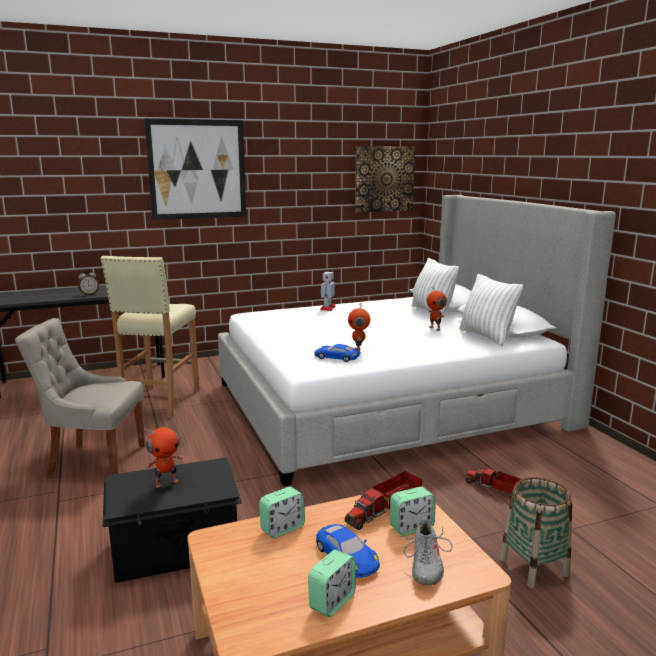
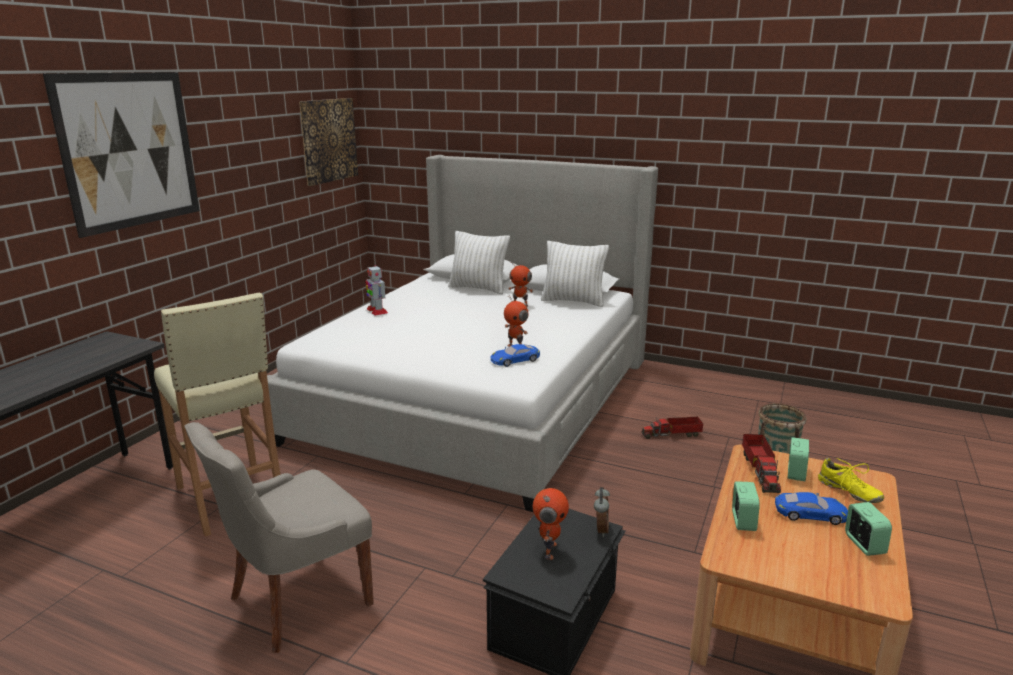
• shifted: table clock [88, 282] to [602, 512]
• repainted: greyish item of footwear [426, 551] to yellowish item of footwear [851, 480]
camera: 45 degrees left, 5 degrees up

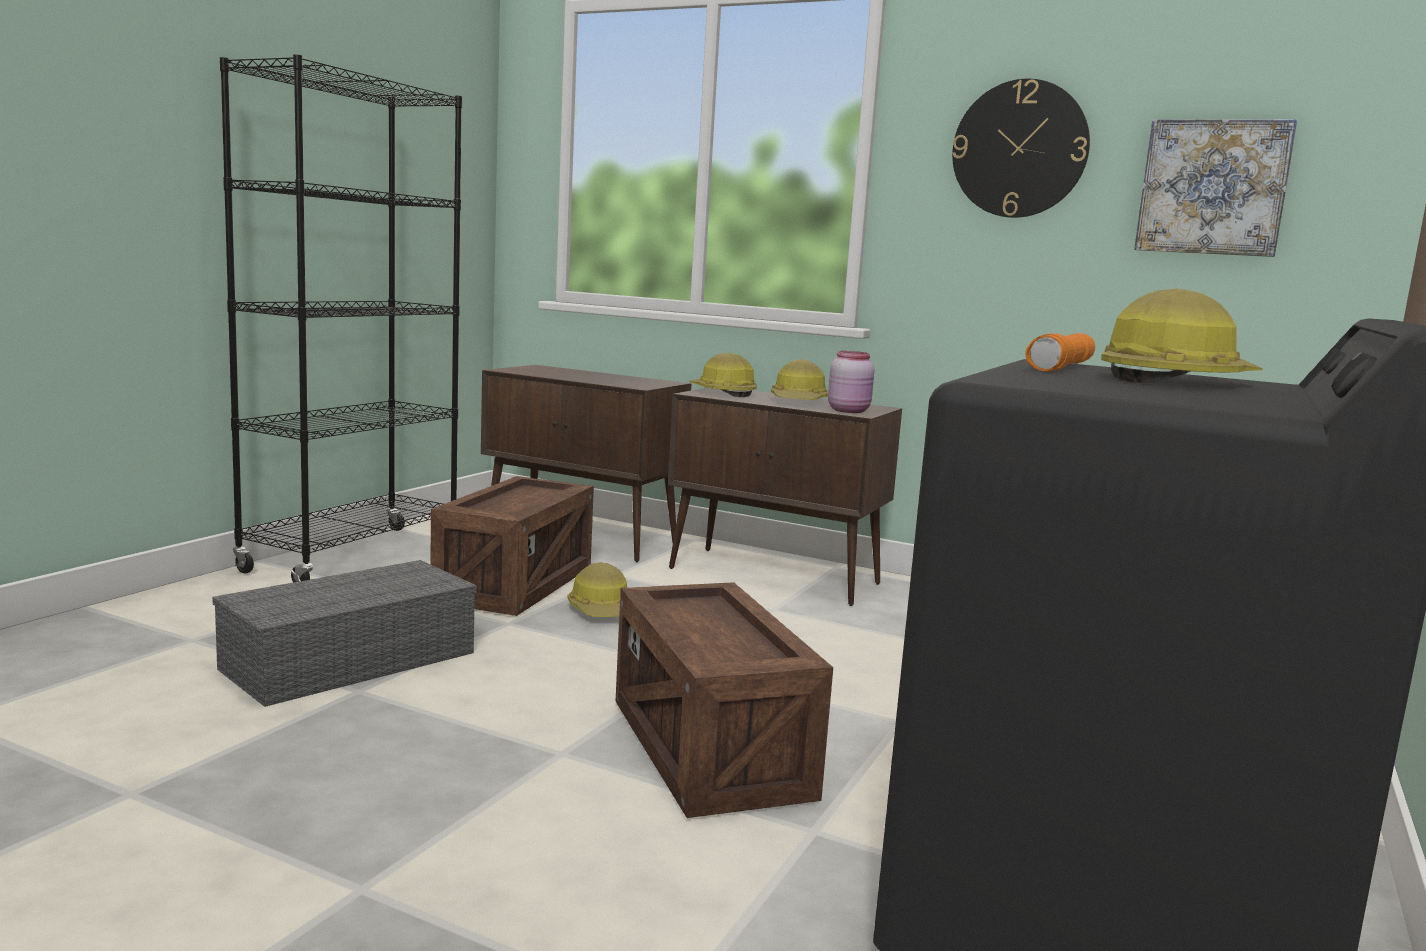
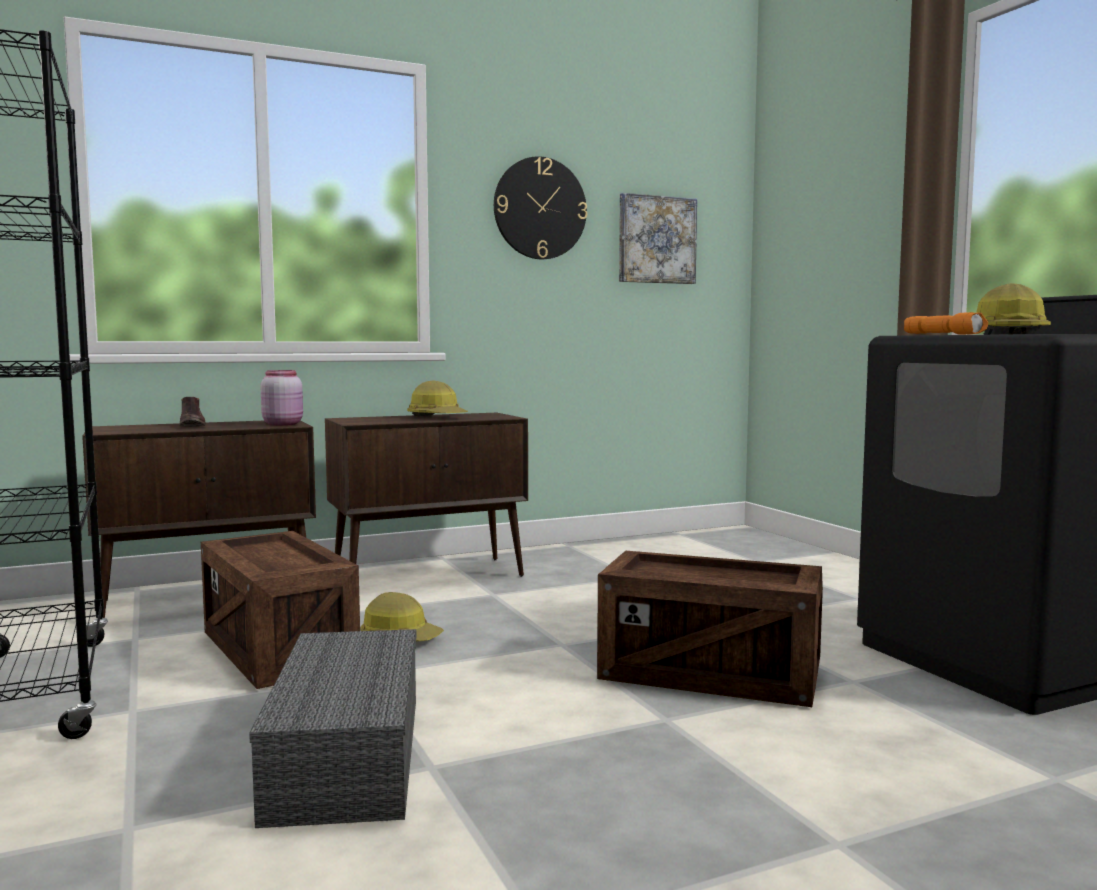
• gone: hard hat [723, 375]
• shifted: pinkish jar [851, 382] to [282, 398]
• new: brownish item of footwear [193, 411]
camera: 50 degrees left, 5 degrees down

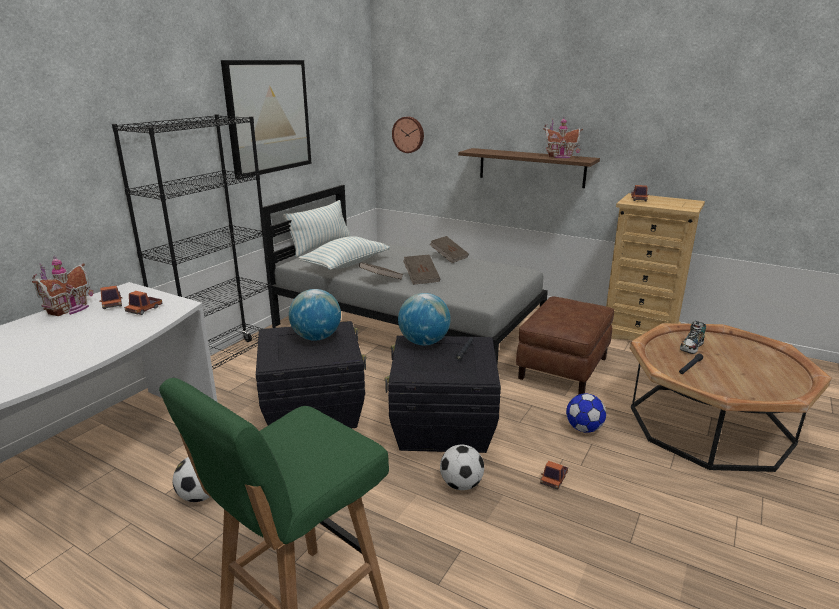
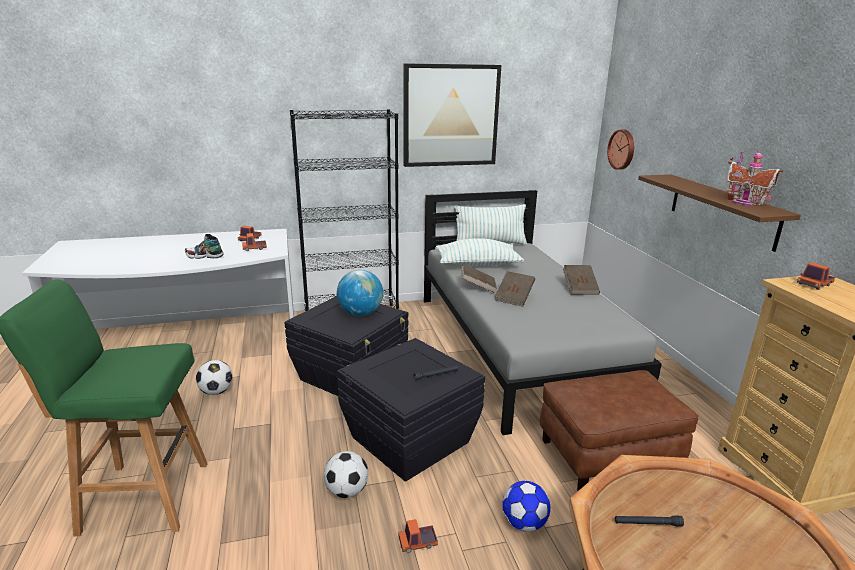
• gone: model house [62, 285]
• gone: globe [424, 319]
• shifted: item of footwear [693, 337] to [204, 246]
camera: 45 degrees right, 0 degrees up

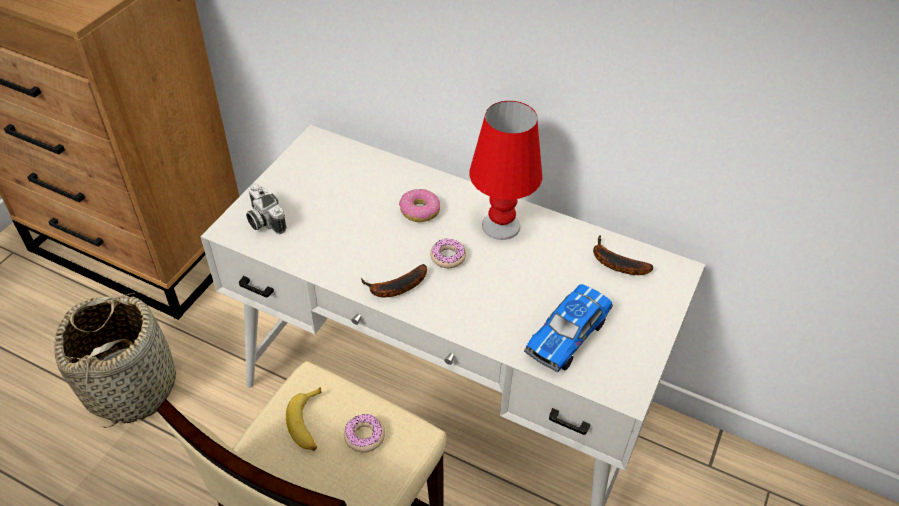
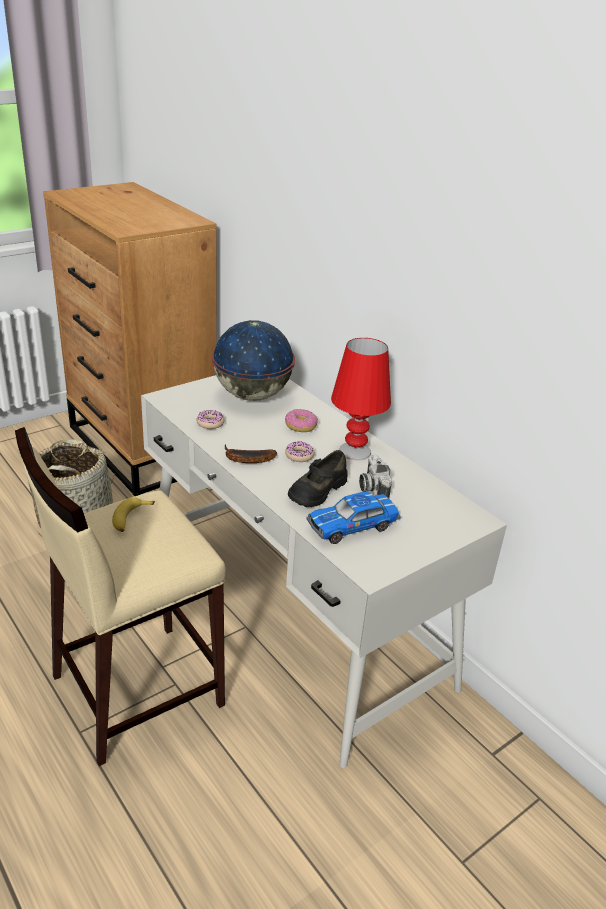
• shifted: photo camera [266, 209] to [375, 476]
• shifted: donut [364, 433] to [211, 419]
• gone: whole banana [623, 255]
• new: globe [253, 360]
• new: black item of footwear [318, 478]
camera: 25 degrees right, 15 degrees down

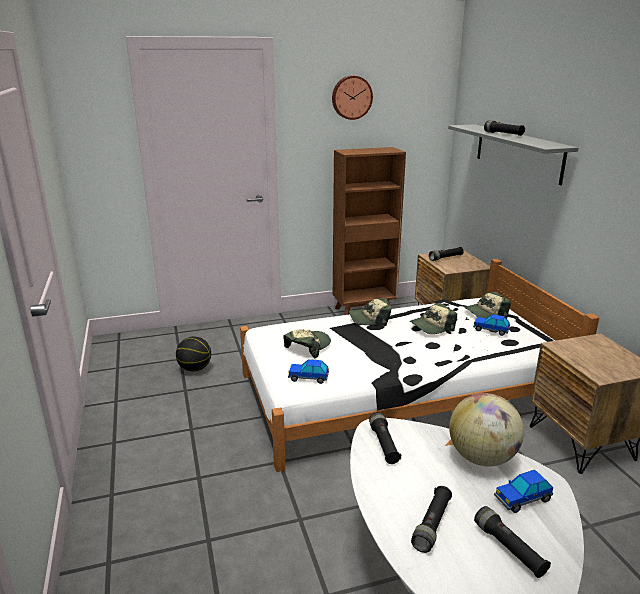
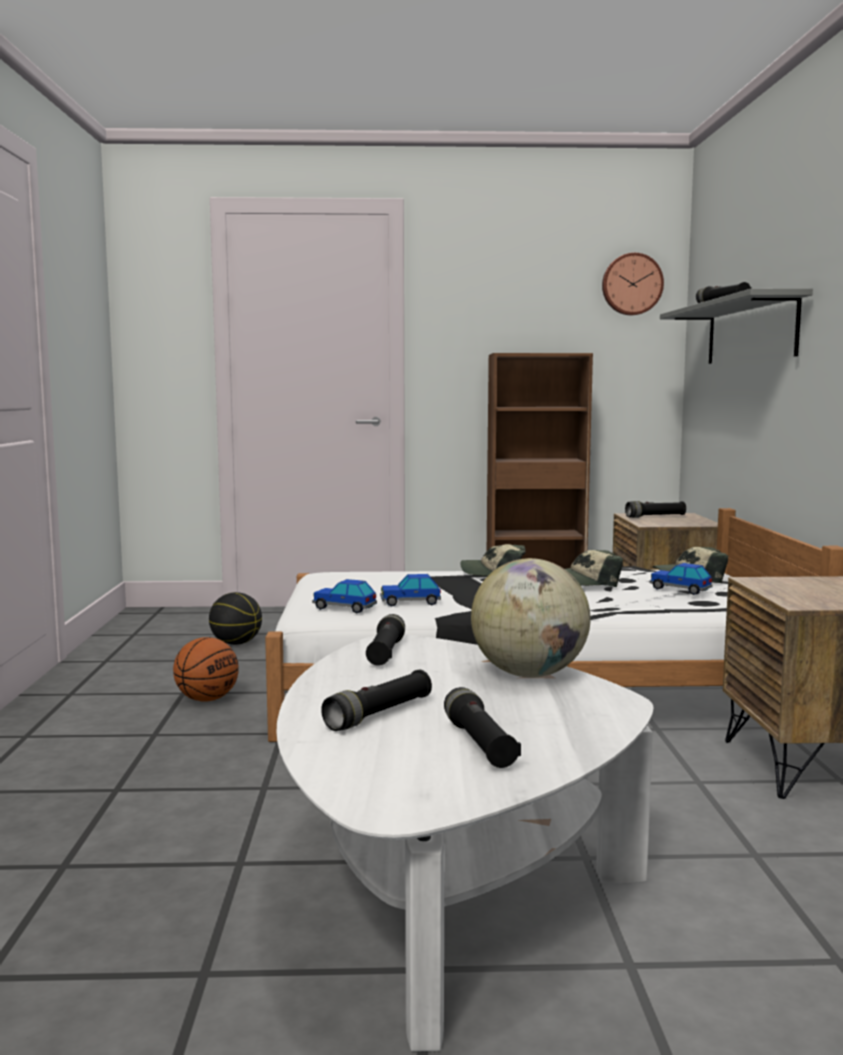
• gone: peaked cap [307, 343]
• shifted: clock on the wall [352, 98] to [633, 284]
• shifted: model car [523, 491] to [410, 590]
• new: basketball [206, 669]
camera: 15 degrees right, 15 degrees down

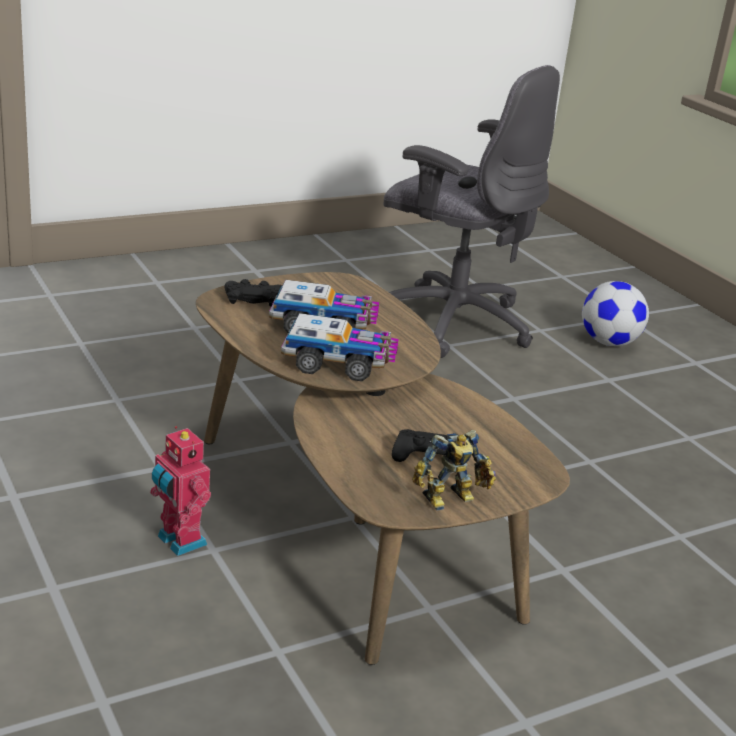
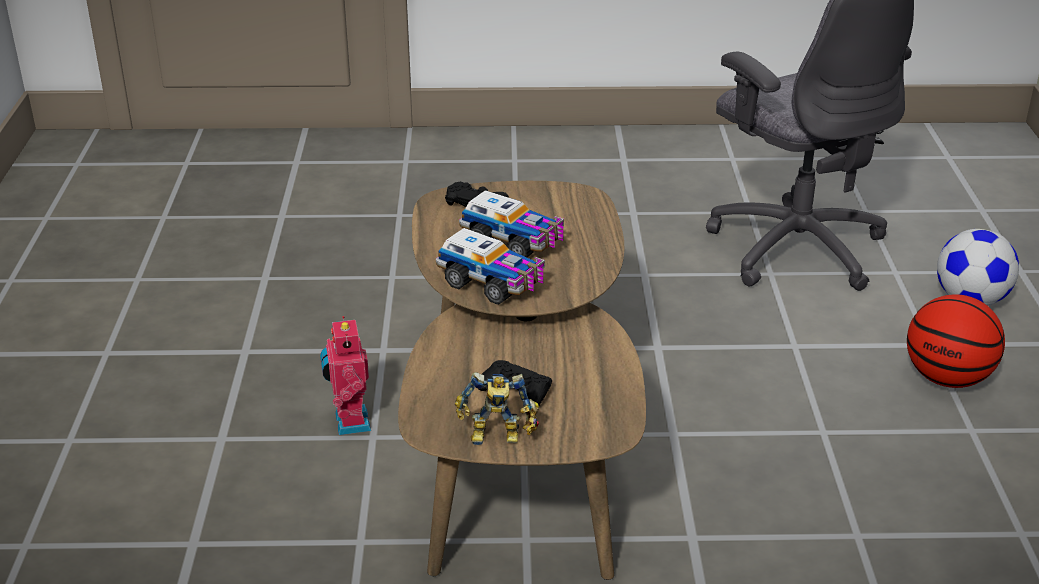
• new: basketball [956, 341]
camera: 30 degrees right, 5 degrees up

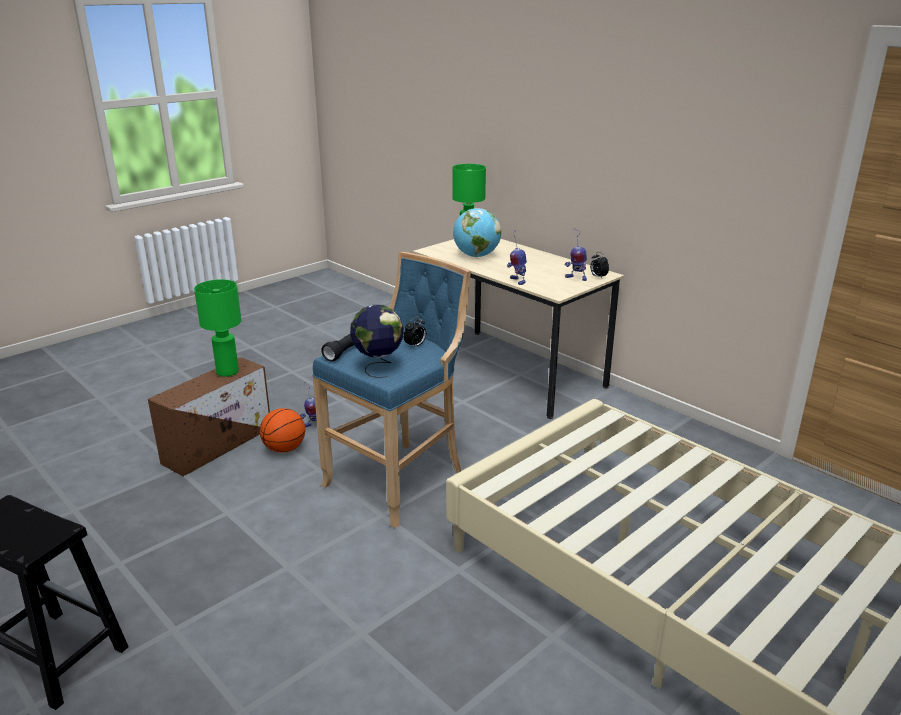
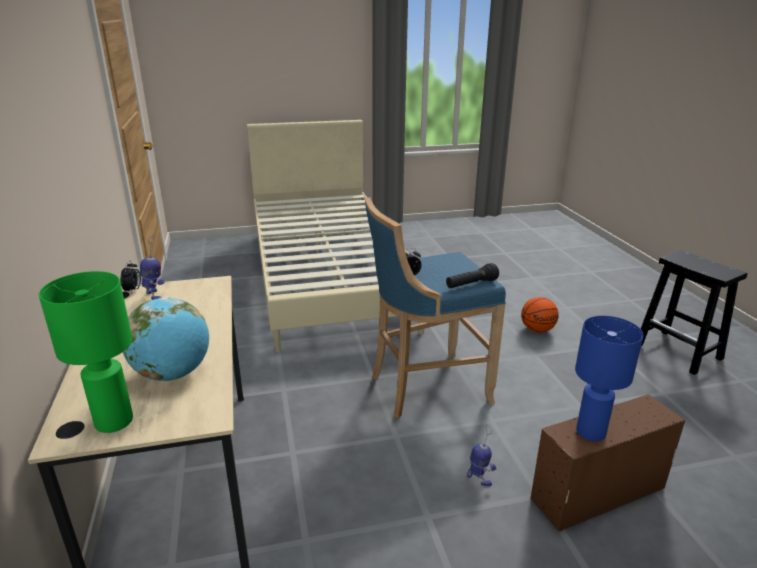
• repainted: green table lamp [218, 328] to bluish table lamp [609, 378]
• shifted: basketball [282, 430] to [540, 314]
• gone: globe [376, 341]
• gone: model robot [517, 257]
camera: 150 degrees left, 0 degrees up

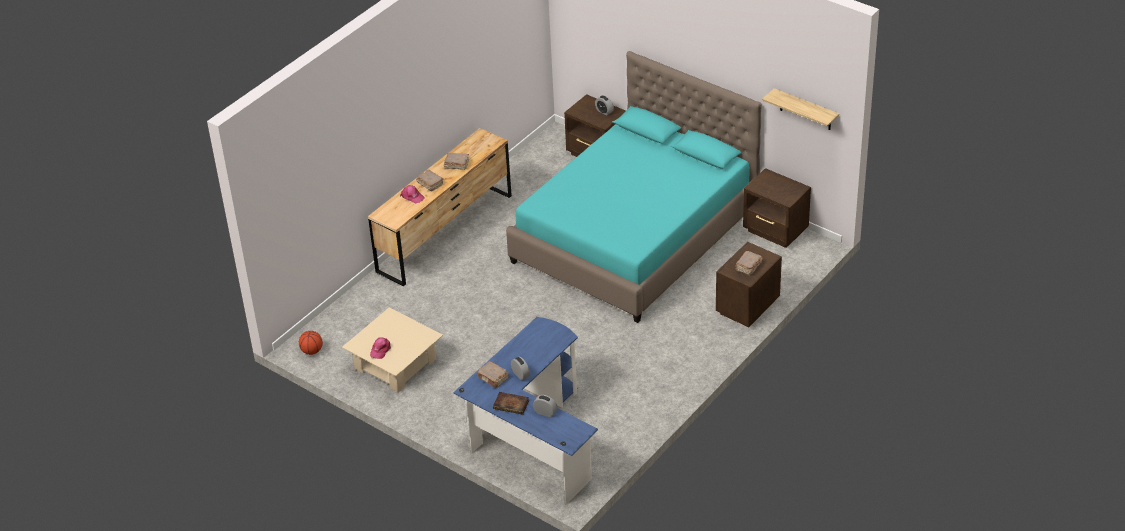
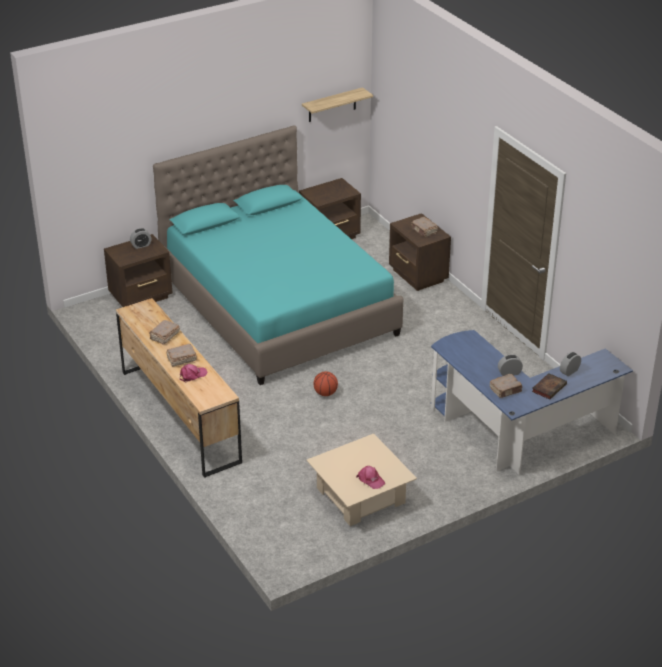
• shifted: basketball [311, 343] to [326, 383]
camera: 70 degrees left, 5 degrees down

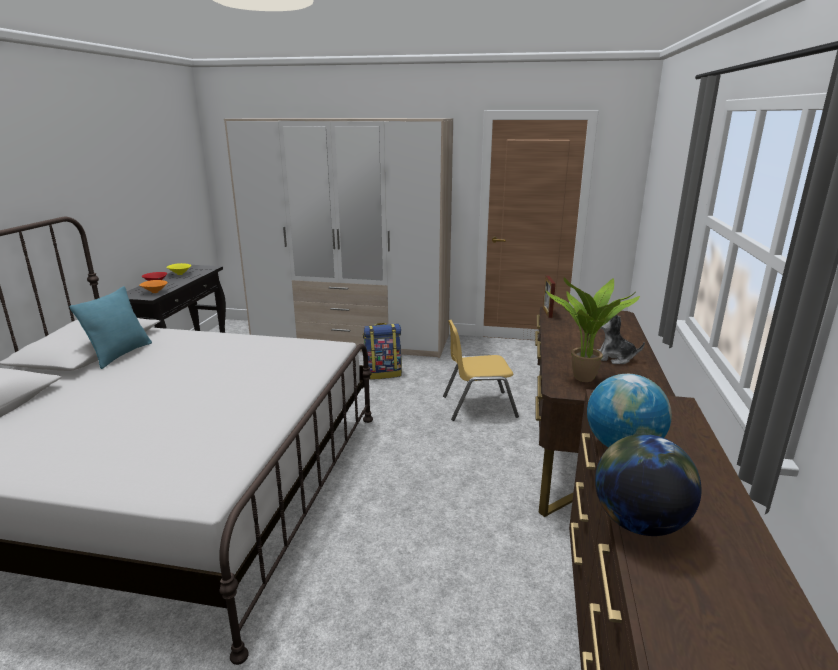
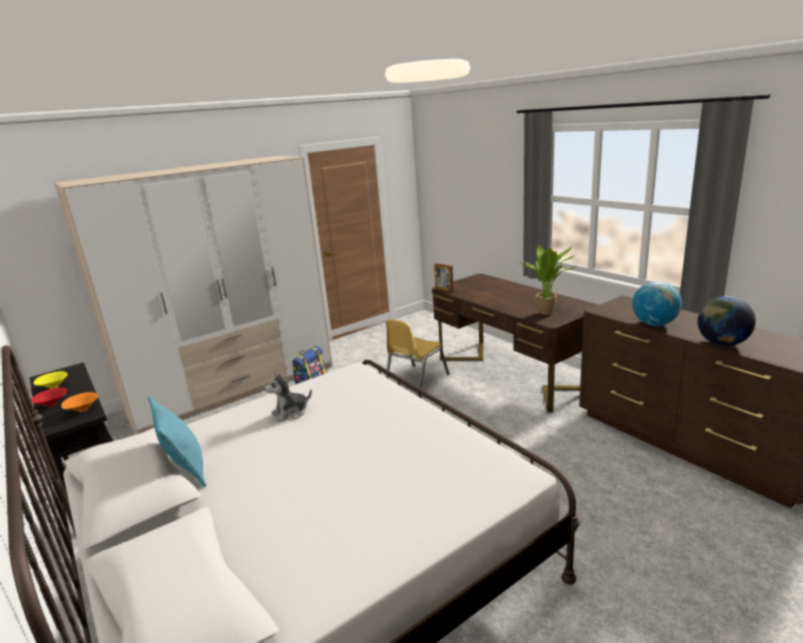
• shifted: plush toy [621, 339] to [288, 397]
camera: 45 degrees left, 0 degrees up

